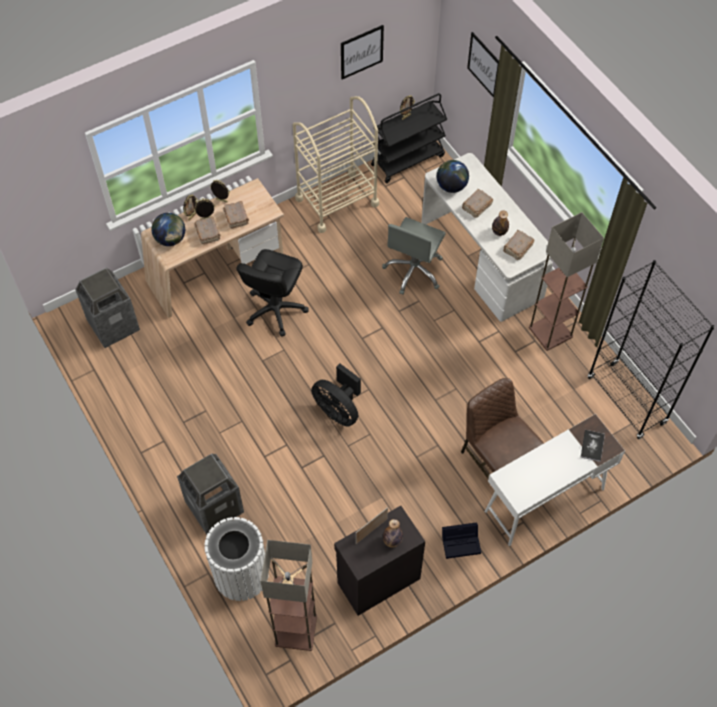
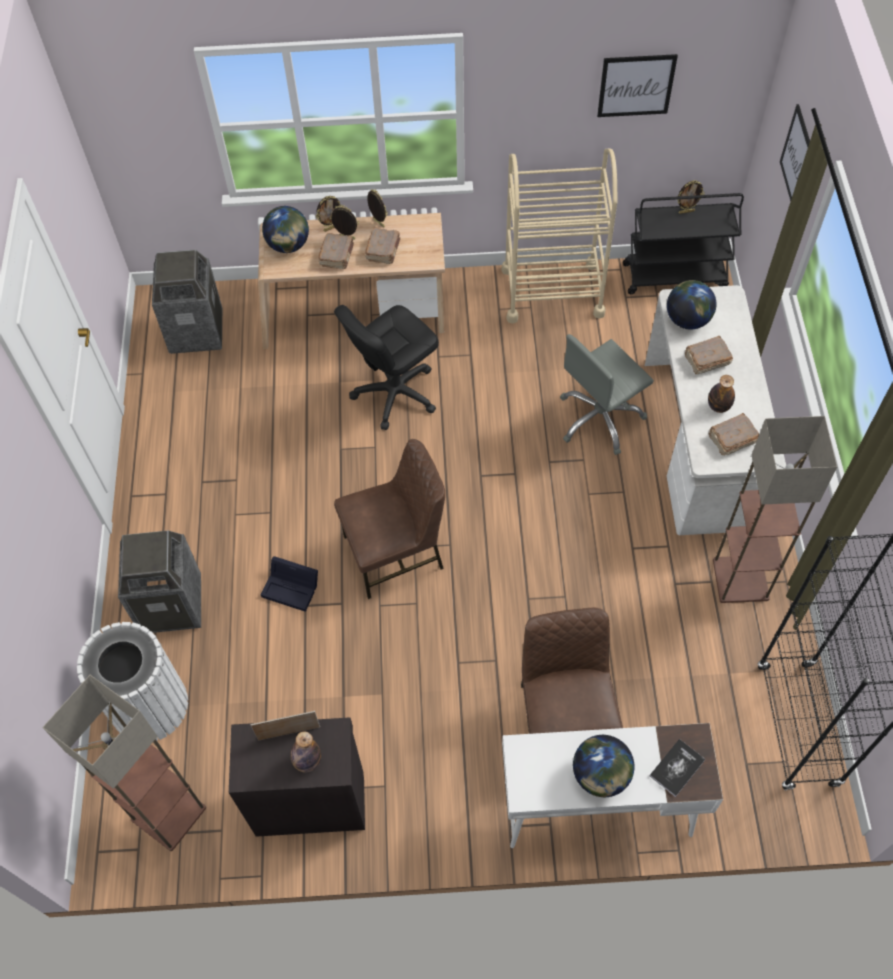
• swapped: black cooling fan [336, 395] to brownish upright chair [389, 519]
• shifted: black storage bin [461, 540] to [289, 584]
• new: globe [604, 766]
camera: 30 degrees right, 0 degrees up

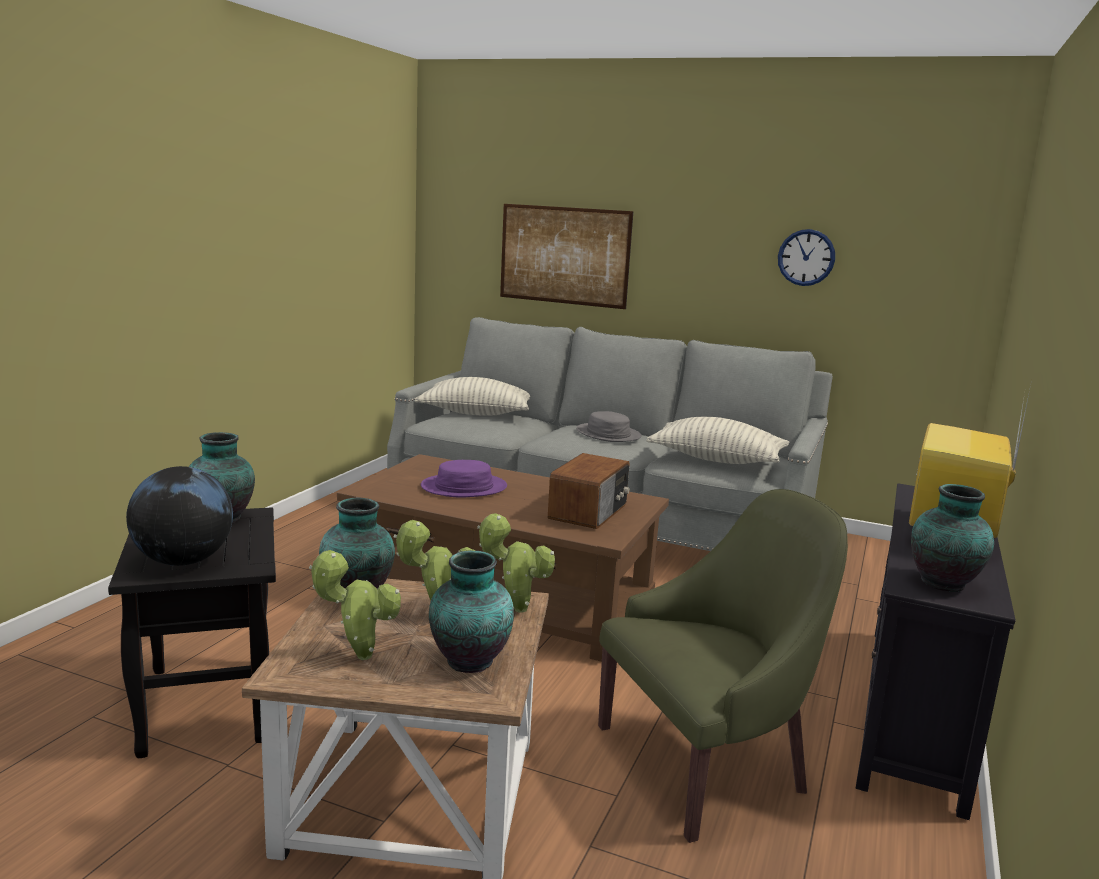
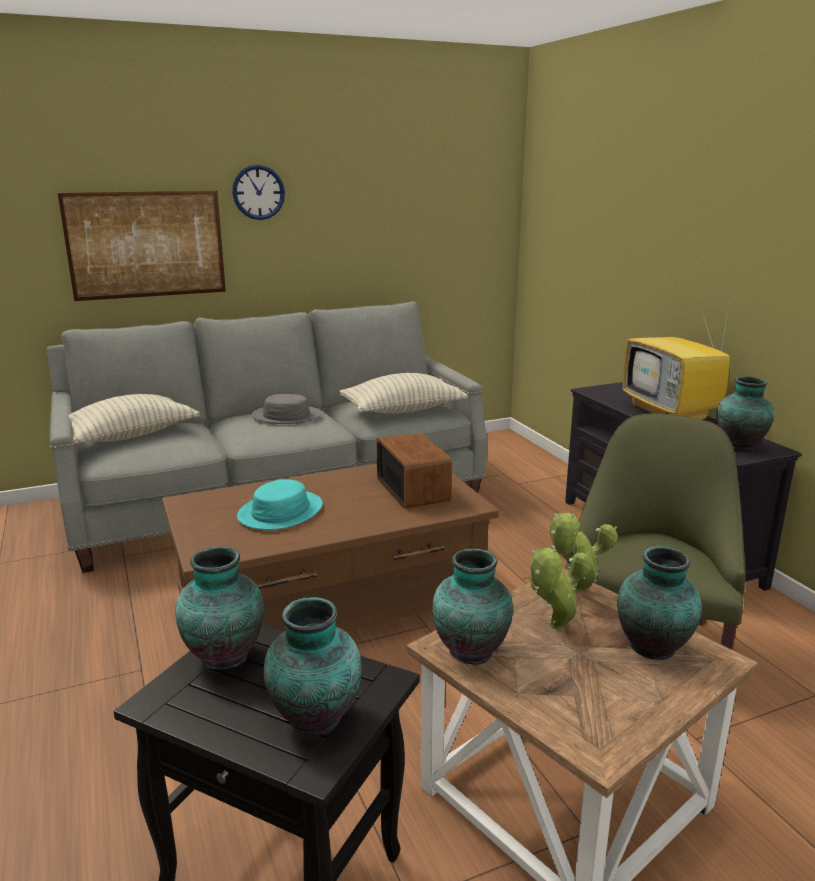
• swapped: globe [179, 516] to decorative vase [312, 666]
• gone: plant in a pot [355, 605]
• repainted: purplish clothing hat [464, 479] to turquoise clothing hat [280, 504]
• shifted: clock on the wall [806, 257] to [258, 192]
camera: 45 degrees left, 5 degrees up

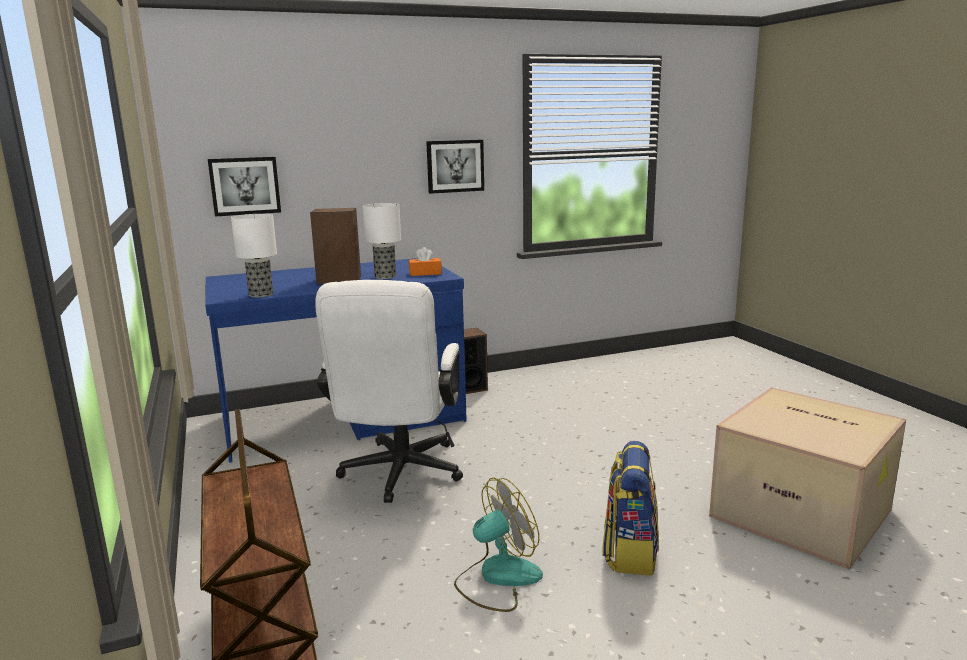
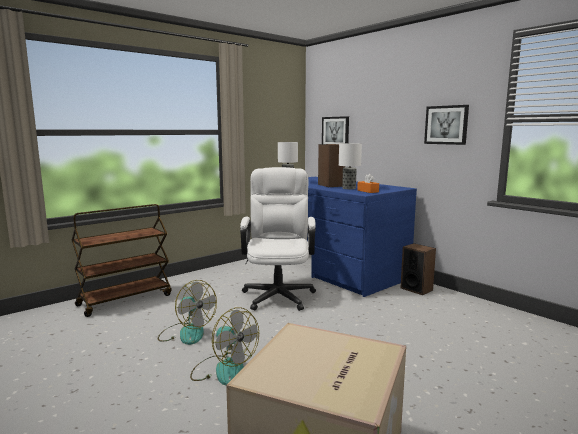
• rotated: white office chair [389, 391] = [278, 239] 105 degrees clockwise
• swapped: backpack [630, 508] to cooling fan [224, 346]
camera: 70 degrees right, 5 degrees down

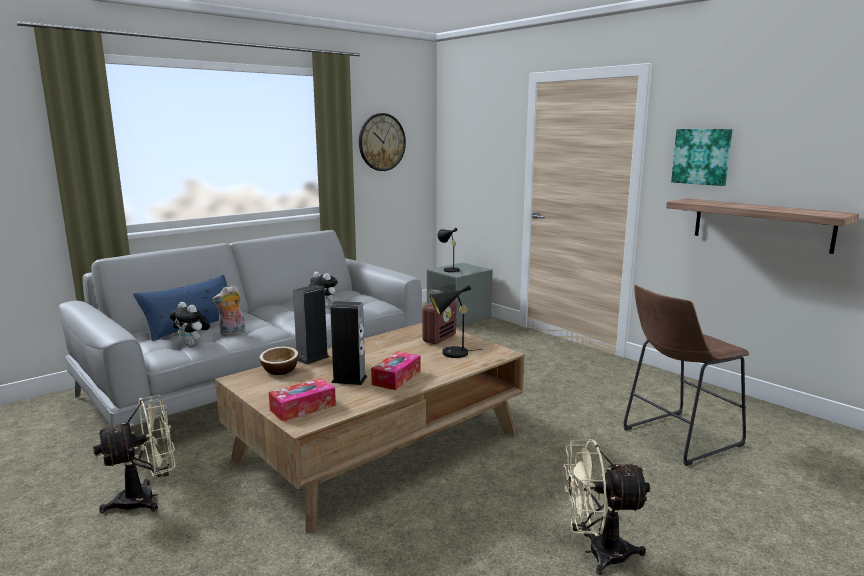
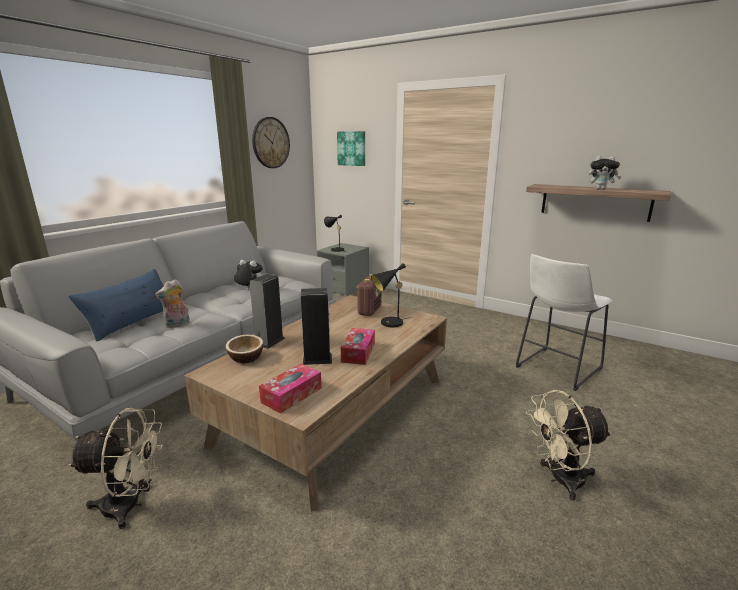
• rotated: beige cooling fan [134, 454] = [115, 468] 45 degrees clockwise
• shifted: plush toy [189, 324] to [605, 172]
• repainted: brownish sitting stool [686, 375] to white sitting stool [564, 322]
• shifted: picture [701, 157] to [351, 148]
camera: 15 degrees left, 5 degrees up

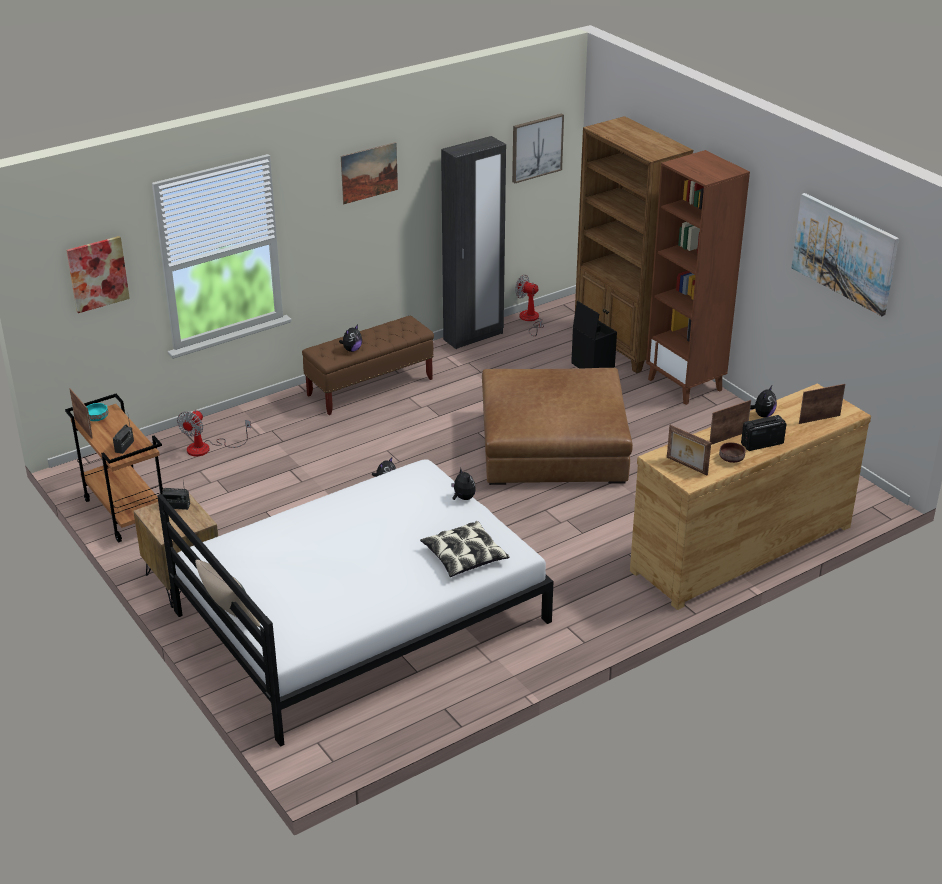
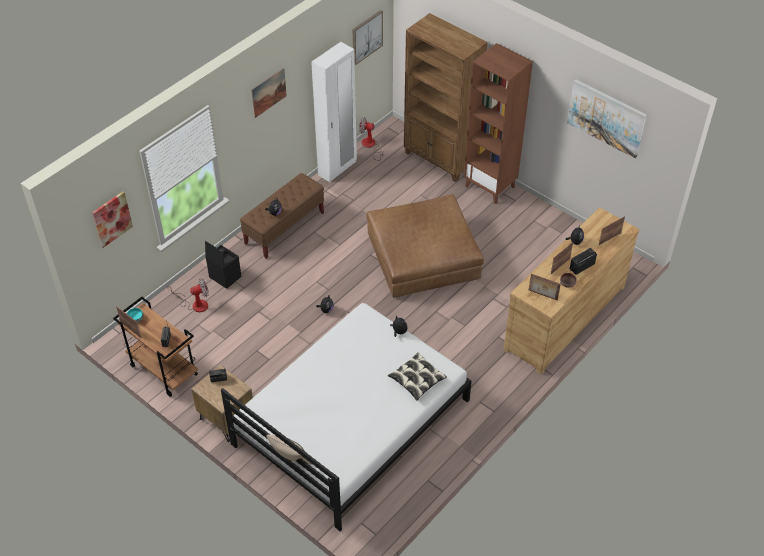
• rotated: cooling fan [214, 433] = [187, 295] 120 degrees counterclockwise
• repainted: black clothes cupboard [473, 242] to white clothes cupboard [334, 112]
• shifted: black storage bin [594, 334] to [223, 265]
camera: 15 degrees left, 15 degrees up

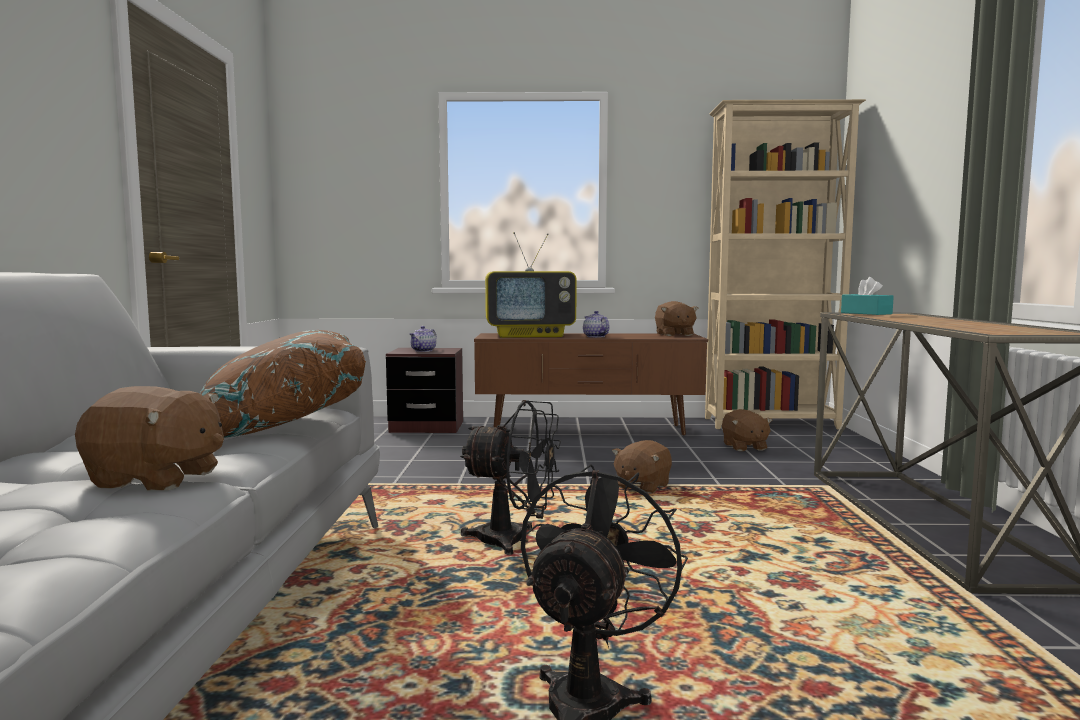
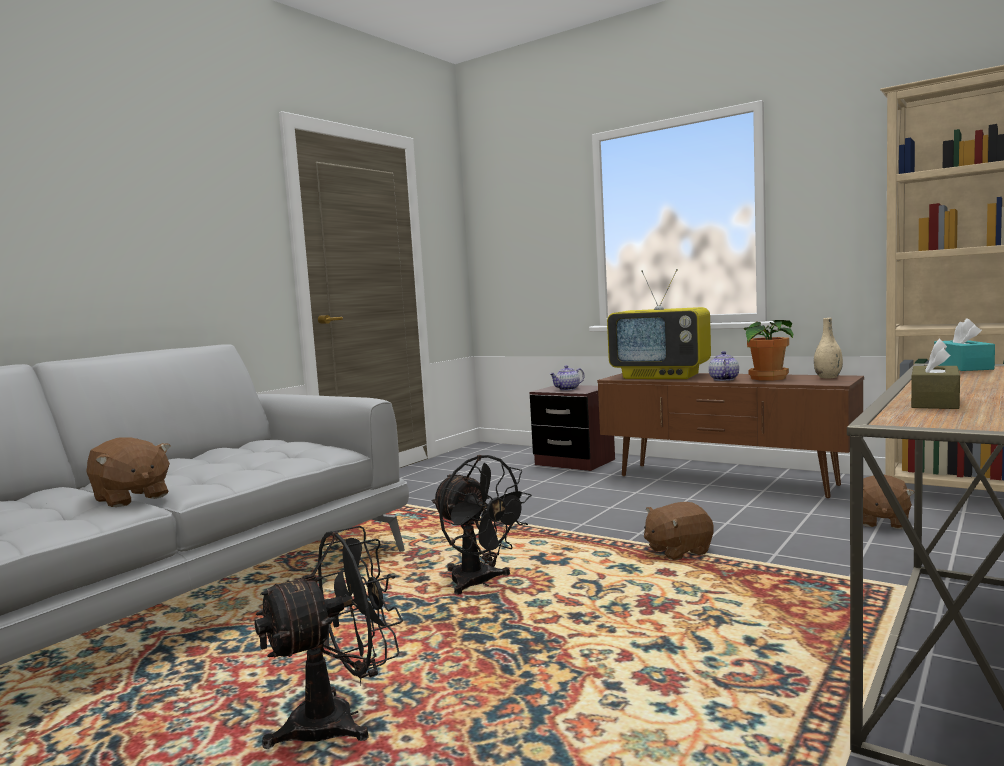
• gone: brownish cushion [283, 384]
• swapped: brownish plush toy [676, 318] to beige decorative vase [828, 348]
• new: plant in a pot [768, 350]
• new: brownish tissue box [935, 374]
camera: 35 degrees right, 0 degrees up

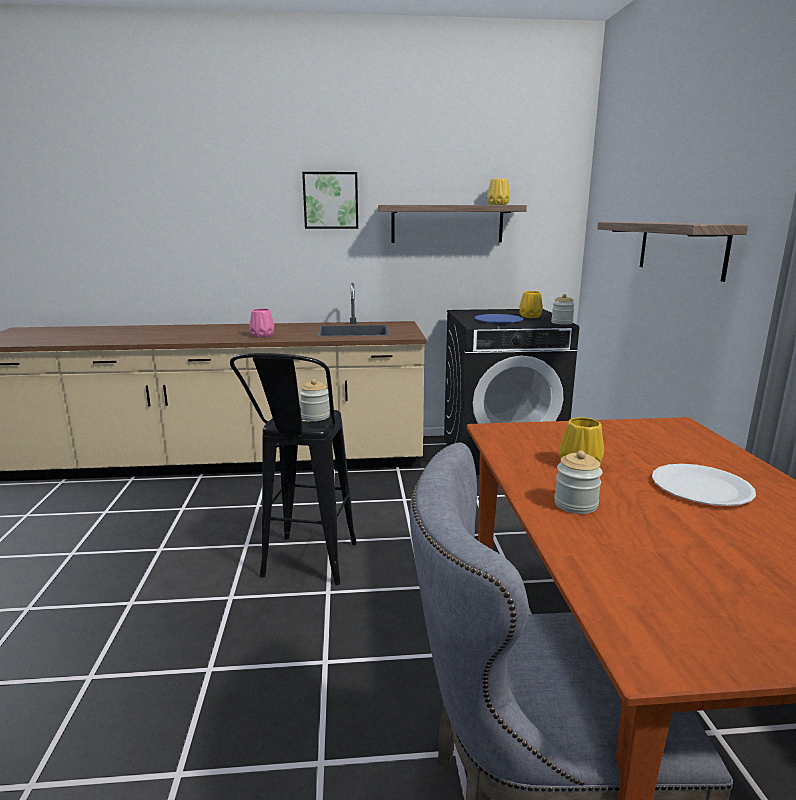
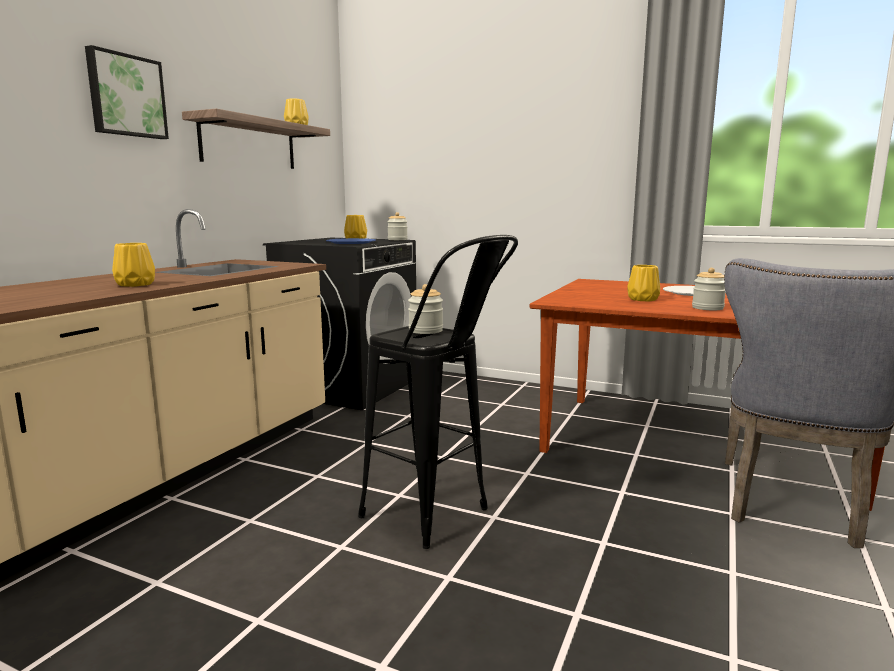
• repainted: pinkish decorative vase [262, 323] to yellowish decorative vase [133, 265]
• gone: wall shelf [672, 252]
camera: 60 degrees left, 5 degrees down

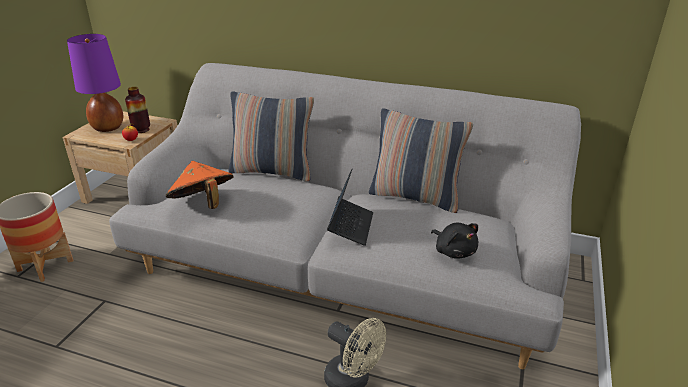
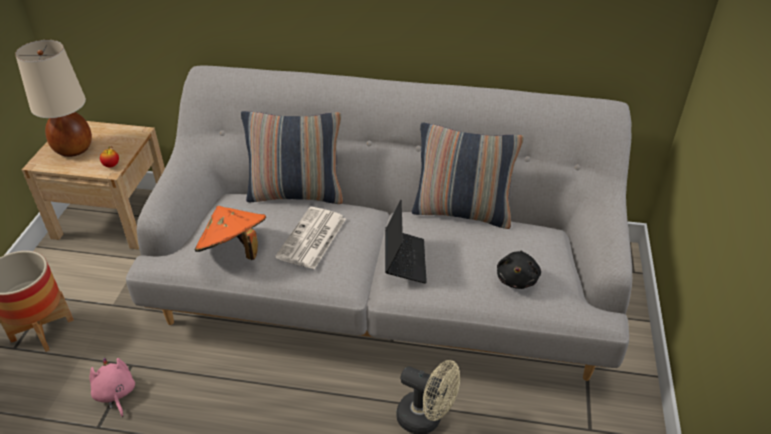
• repainted: purplish table lamp [95, 83] to beige table lamp [53, 98]
• gone: decorative vase [137, 110]
• rotated: black plush toy [454, 241] = [519, 270] 60 degrees clockwise
• new: pinkish plush toy [112, 387]
• new: newspaper [310, 238]
camera: 10 degrees left, 10 degrees up

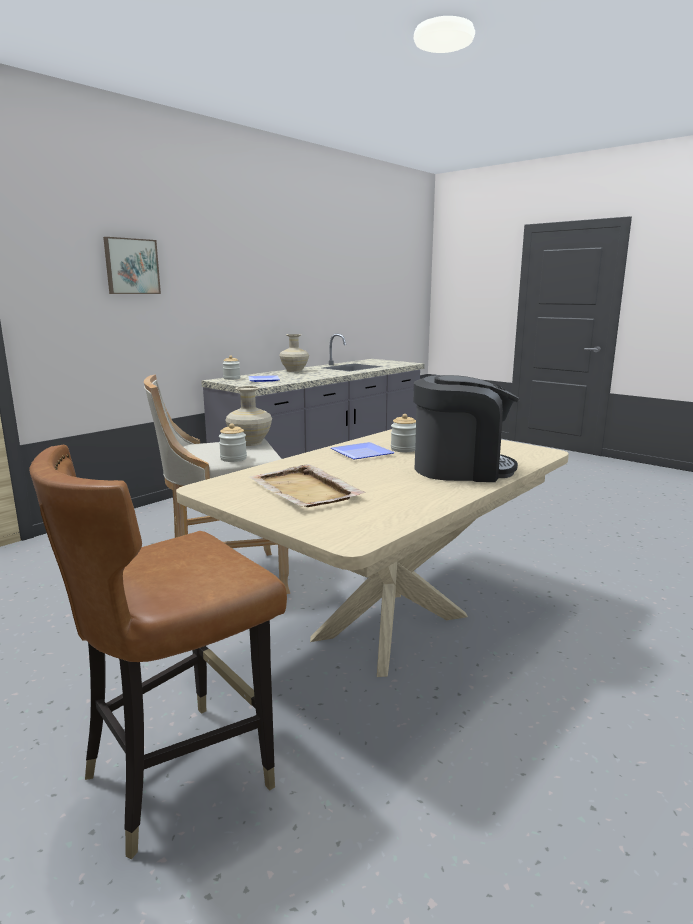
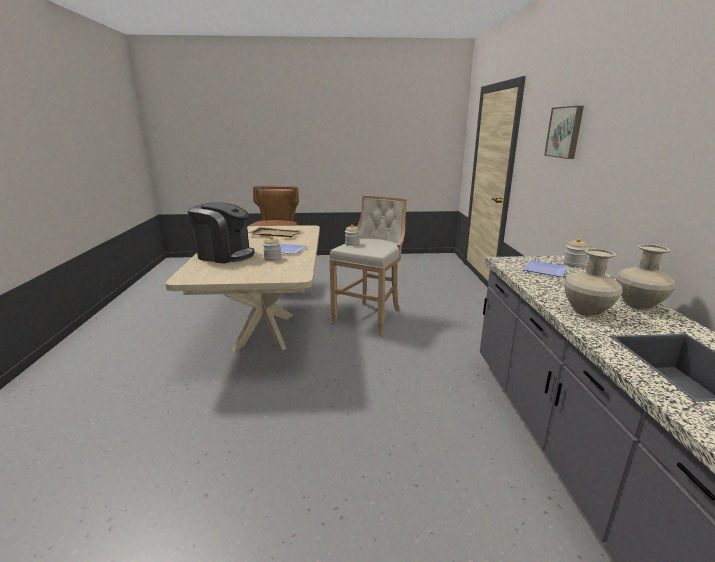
• shifted: beige decorative vase [248, 416] to [593, 283]
• rotated: coffee maker [466, 428] = [221, 233] 120 degrees counterclockwise
camera: 135 degrees right, 5 degrees up

